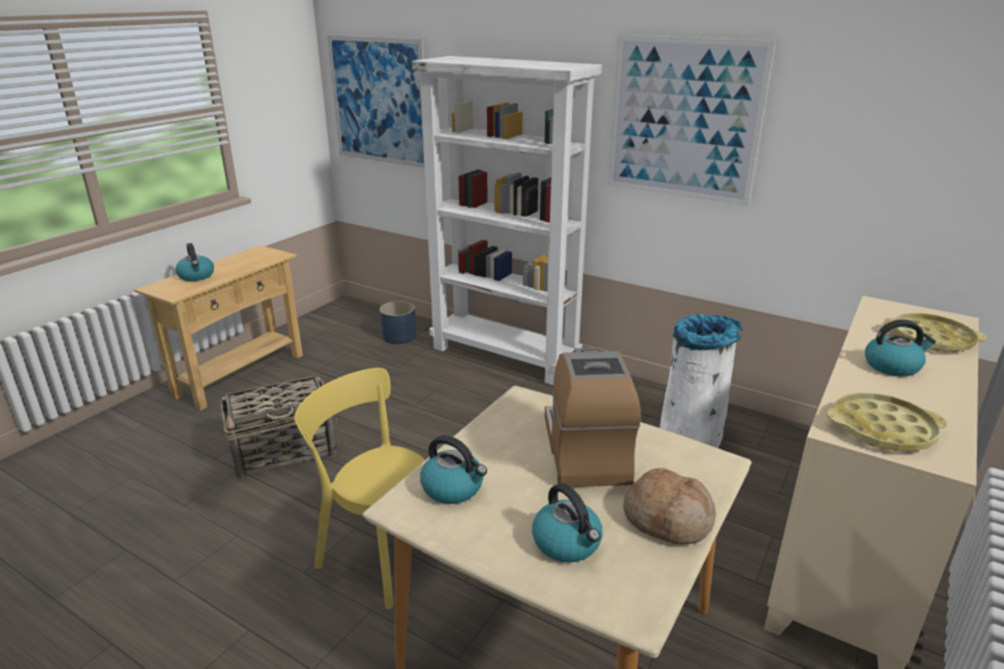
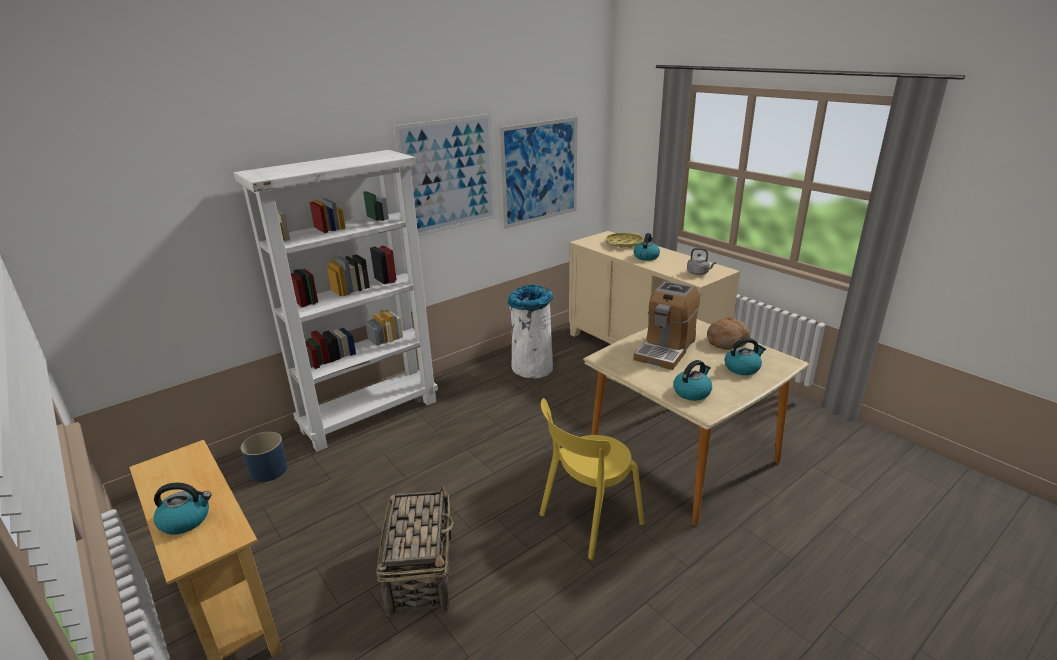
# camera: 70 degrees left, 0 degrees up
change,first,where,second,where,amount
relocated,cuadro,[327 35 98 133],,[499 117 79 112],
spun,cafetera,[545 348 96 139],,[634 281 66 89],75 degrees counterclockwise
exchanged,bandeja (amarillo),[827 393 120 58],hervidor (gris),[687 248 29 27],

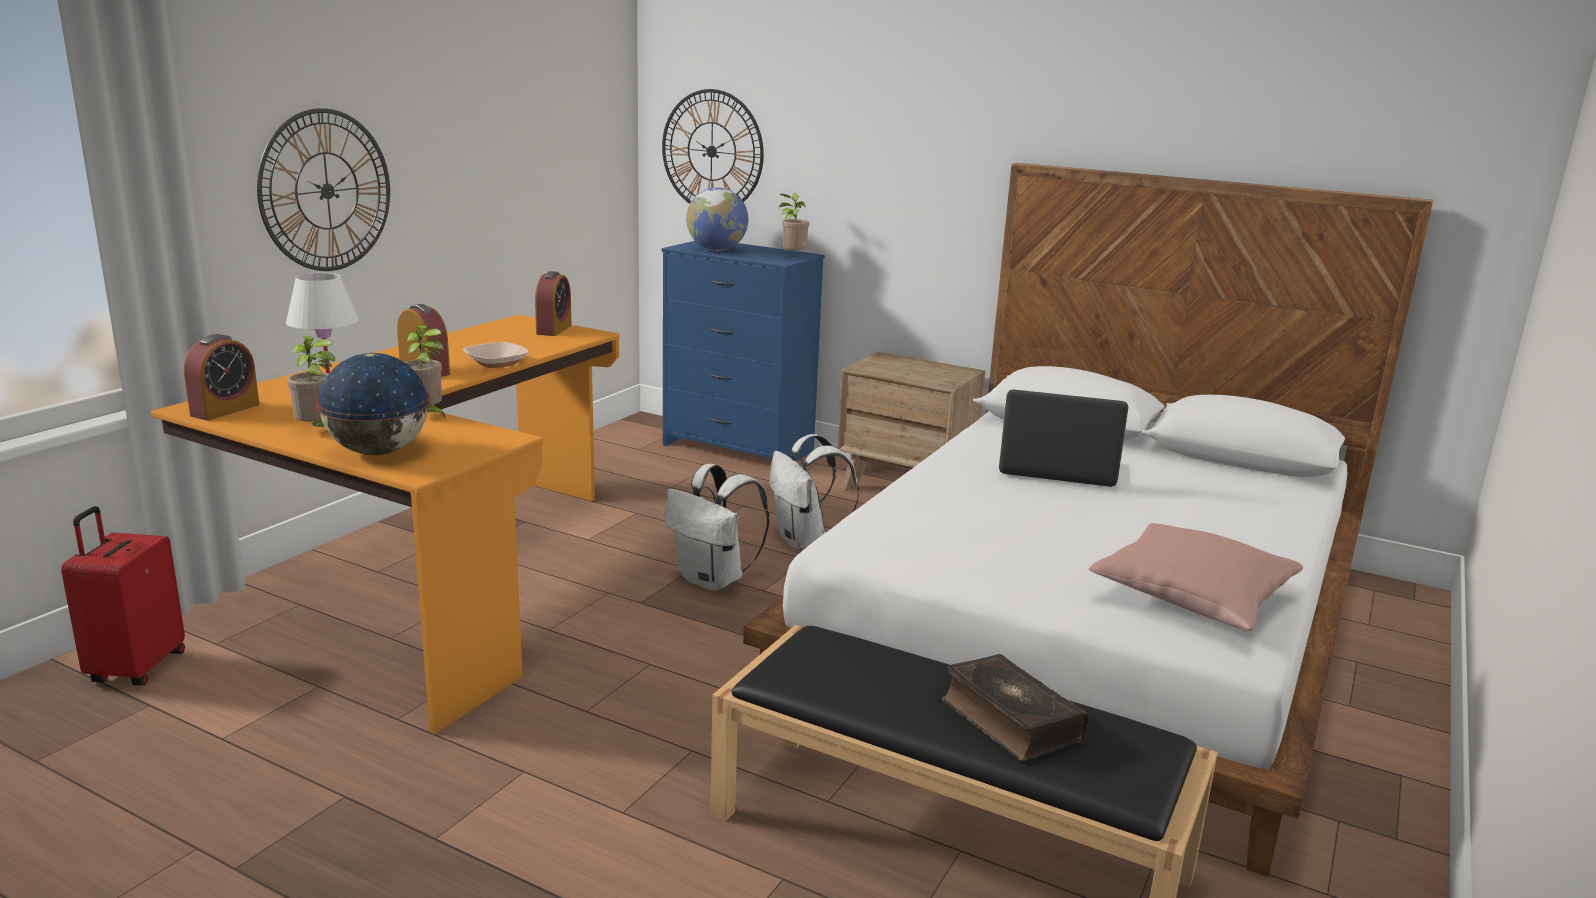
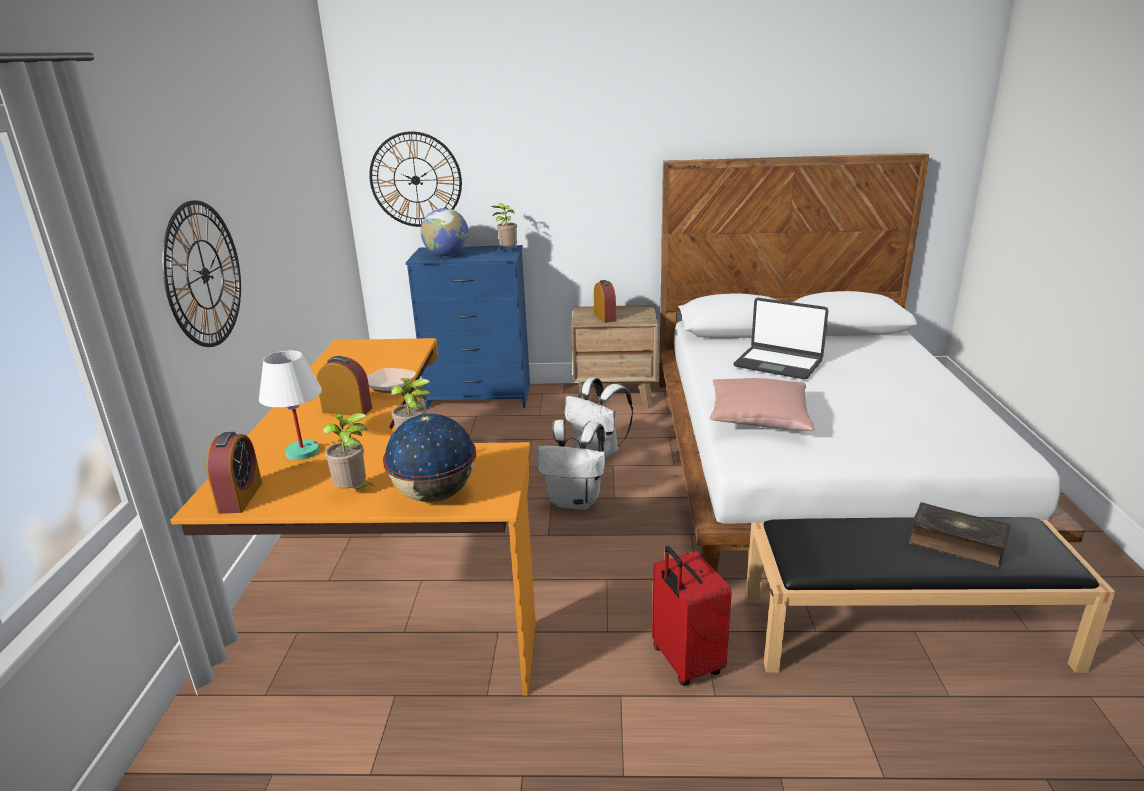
# camera: 25 degrees left, 5 degrees up
change,first,where,second,where,amount
relocated,despertador,[535 271 37 65],,[594 280 22 43],
relocated,maleta (rojo),[61 506 124 180],,[652 546 80 140],
relocated,cojín (rosa),[1089 523 214 108],,[709 378 105 53],
spun,portátil,[999 389 129 98],,[733 298 95 81],135 degrees counterclockwise

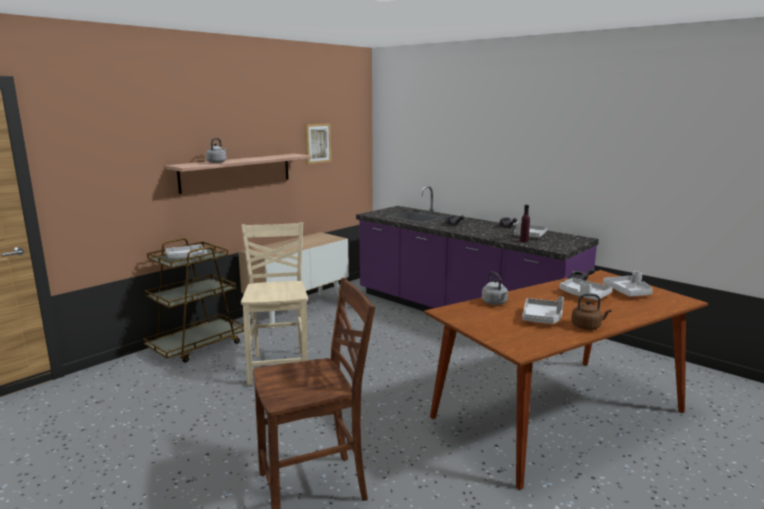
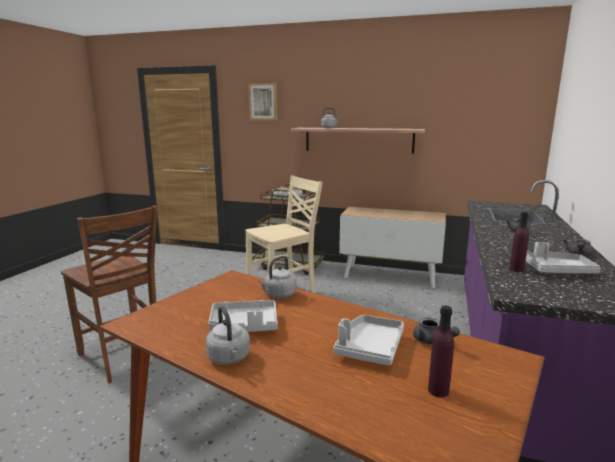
# camera: 65 degrees right, 0 degrees up
change,first,where,second,where,amount
colour,hervidor (marrón),[571 294 41 36],hervidor (gris),[205 306 45 59],
relocated,cuadro,[305 123 26 41],,[248 83 29 37],
exchanged,bandeja (gris),[603 271 50 26],botella (morado),[428 305 26 92],

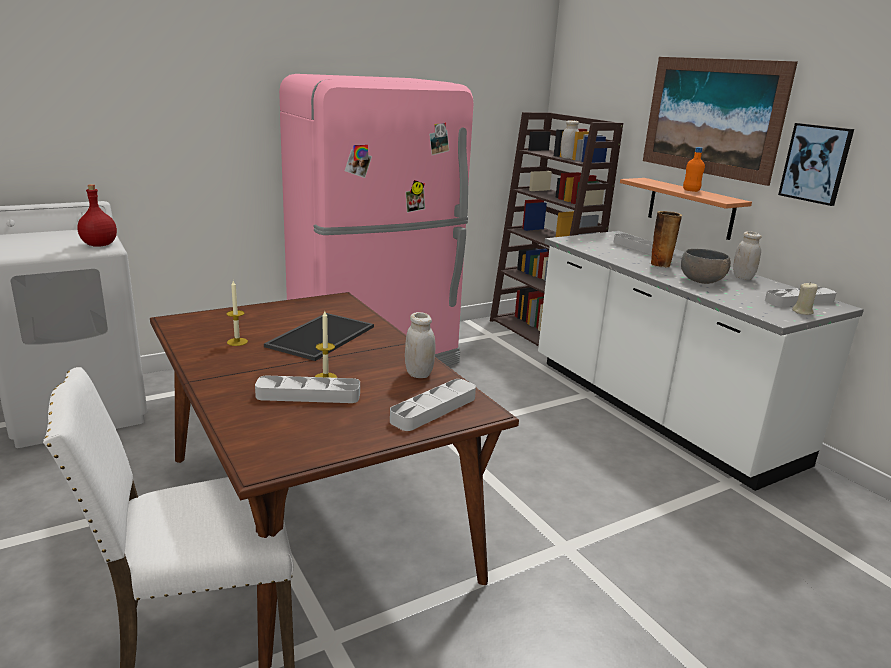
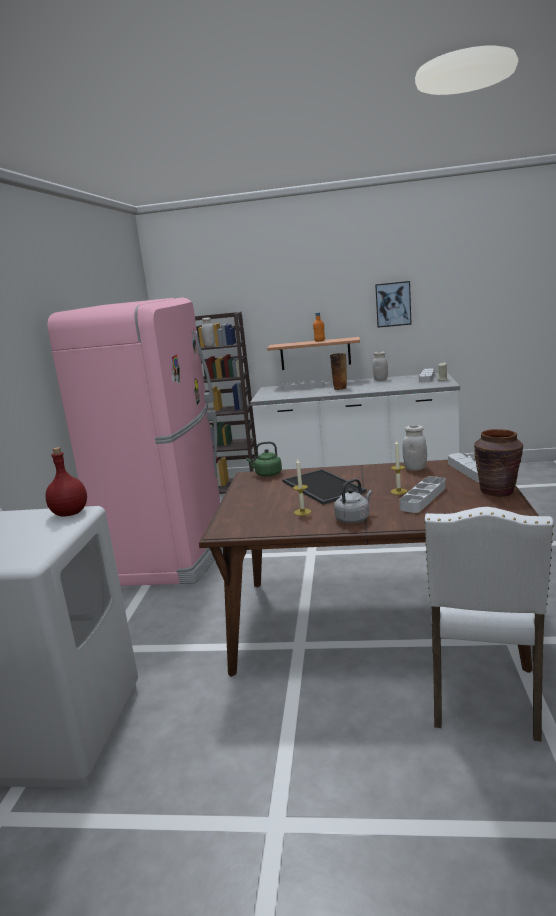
# camera: 50 degrees left, 5 degrees down
change,first,where,second,where,amount
appeared,,,hervidor (verde),[246 442 36 35],
appeared,,,hervidor (gris),[334 479 38 45],
appeared,,,florero (marrón),[474 429 49 67],
missing,cuadro,[643 57 155 129],,,
missing,cuenco (gris),[681 249 50 35],,,

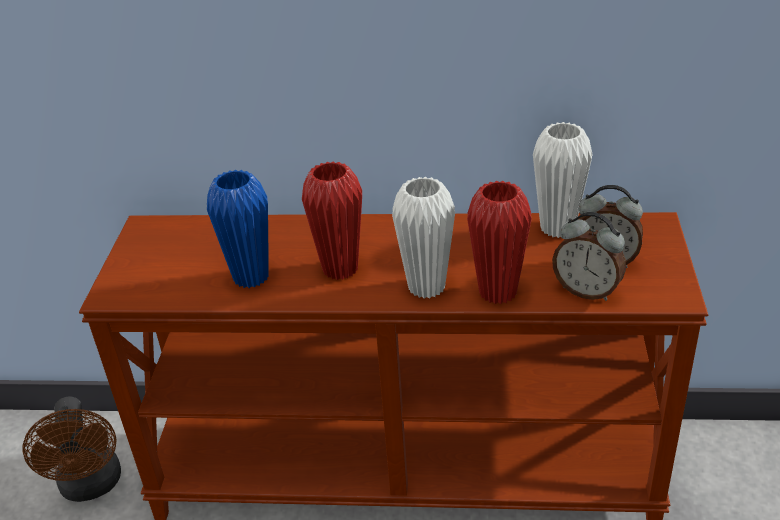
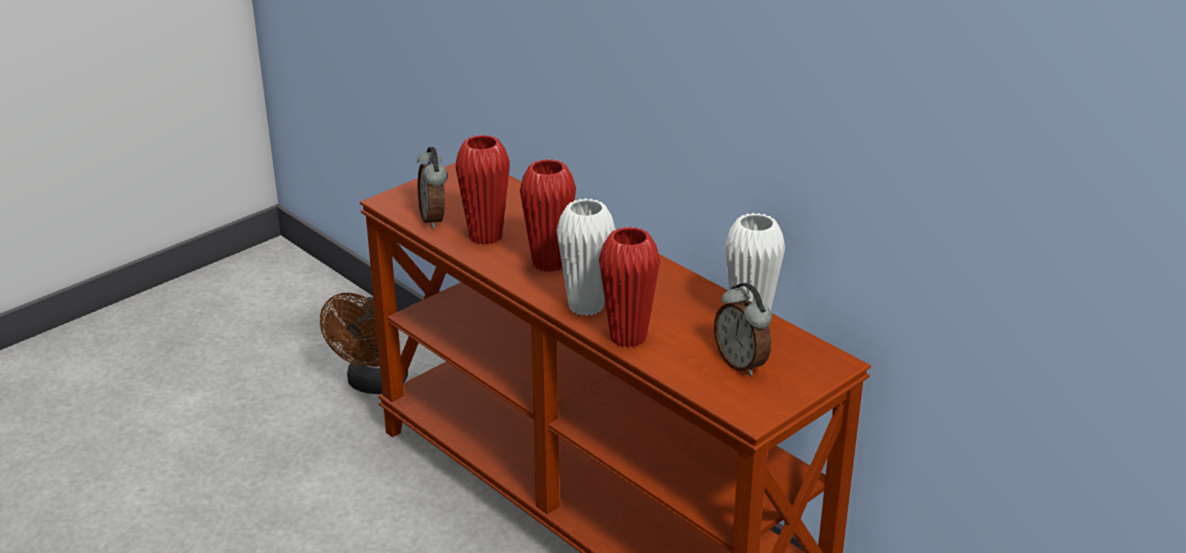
# camera: 40 degrees right, 5 degrees down
change,first,where,second,where,amount
relocated,despertador,[552 212 74 89],,[417 147 31 81],
colour,florero (azul),[207 170 62 118],florero (rojo),[455 135 55 110],

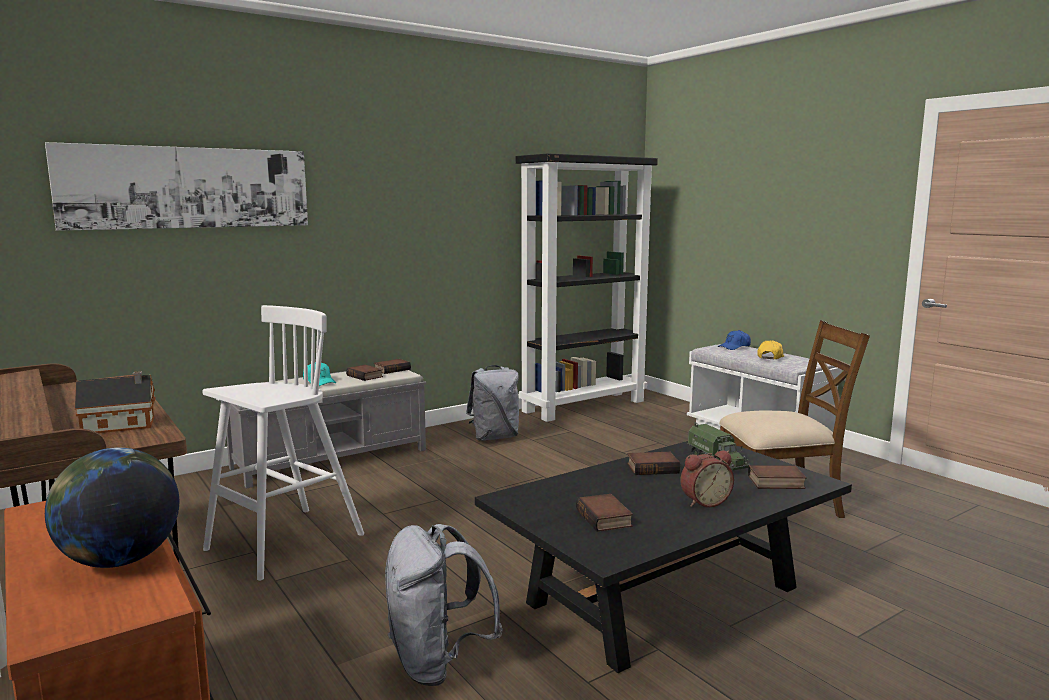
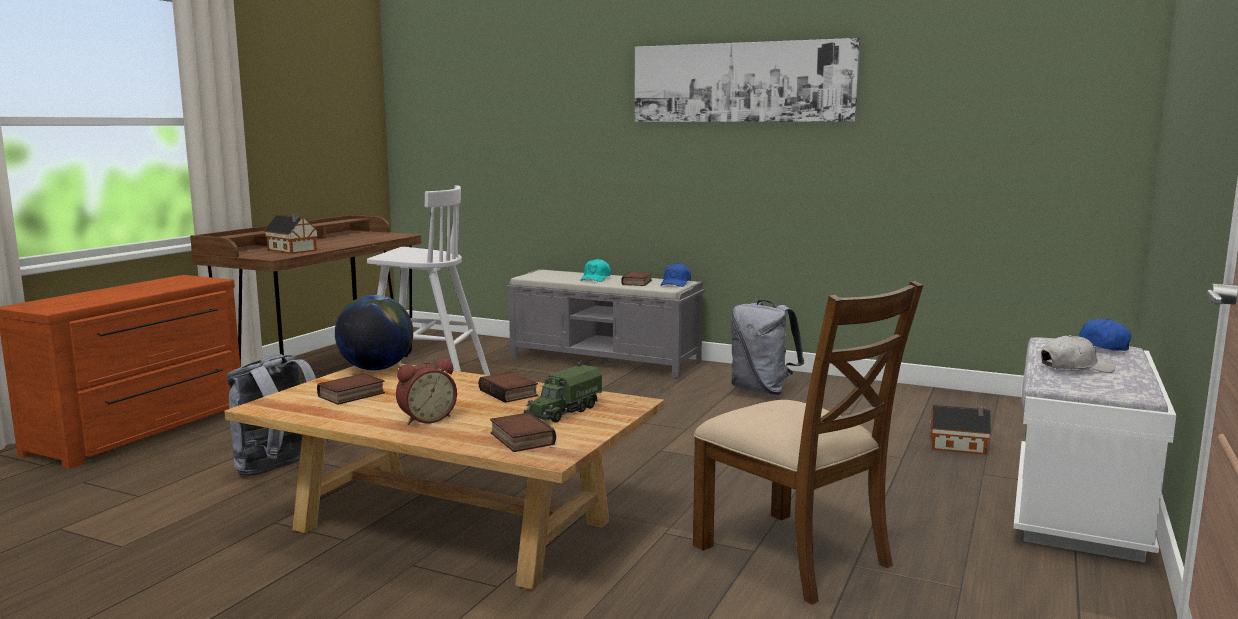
# camera: 60 degrees right, 0 degrees up
change,first,where,second,where,amount
colour,mesa de centro (negro),[475 441 377 232],mesa de centro (beis),[225 363 439 227],
relocated,globo terráqueo,[45 447 134 121],,[335 295 78 75],
spun,despertador,[680 451 54 56],,[396 358 61 67],75 degrees counterclockwise
relocated,cuadro,[45 142 263 89],,[635 38 225 84],
exchanged,libro,[374 359 37 15],gorra (azul),[661 263 30 24],
appeared,,,casita,[930 405 61 50],
colour,gorra (amarillo),[757 340 27 19],gorra (blanco),[1041 335 74 38],
missing,estantería (negro),[516 153 142 269],,,

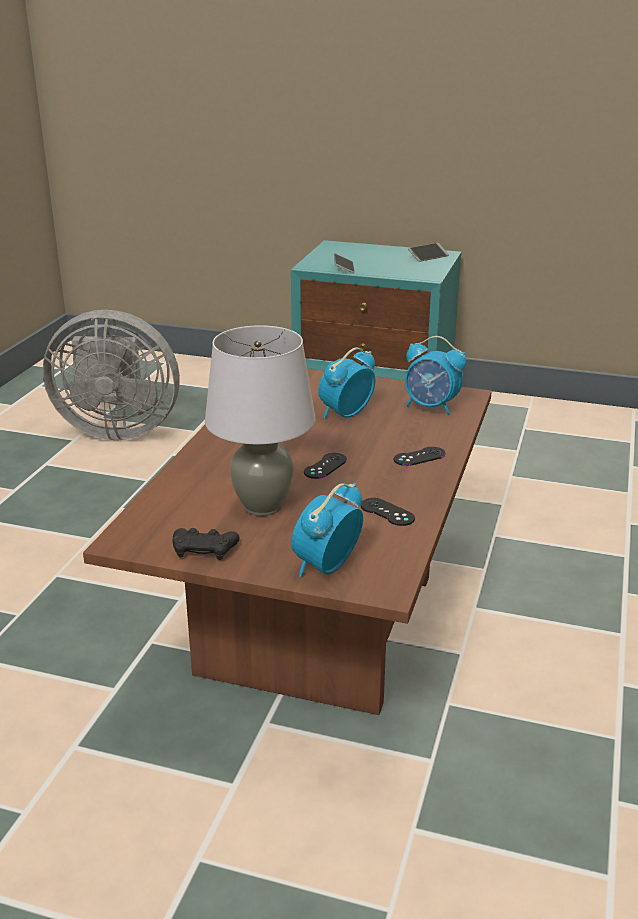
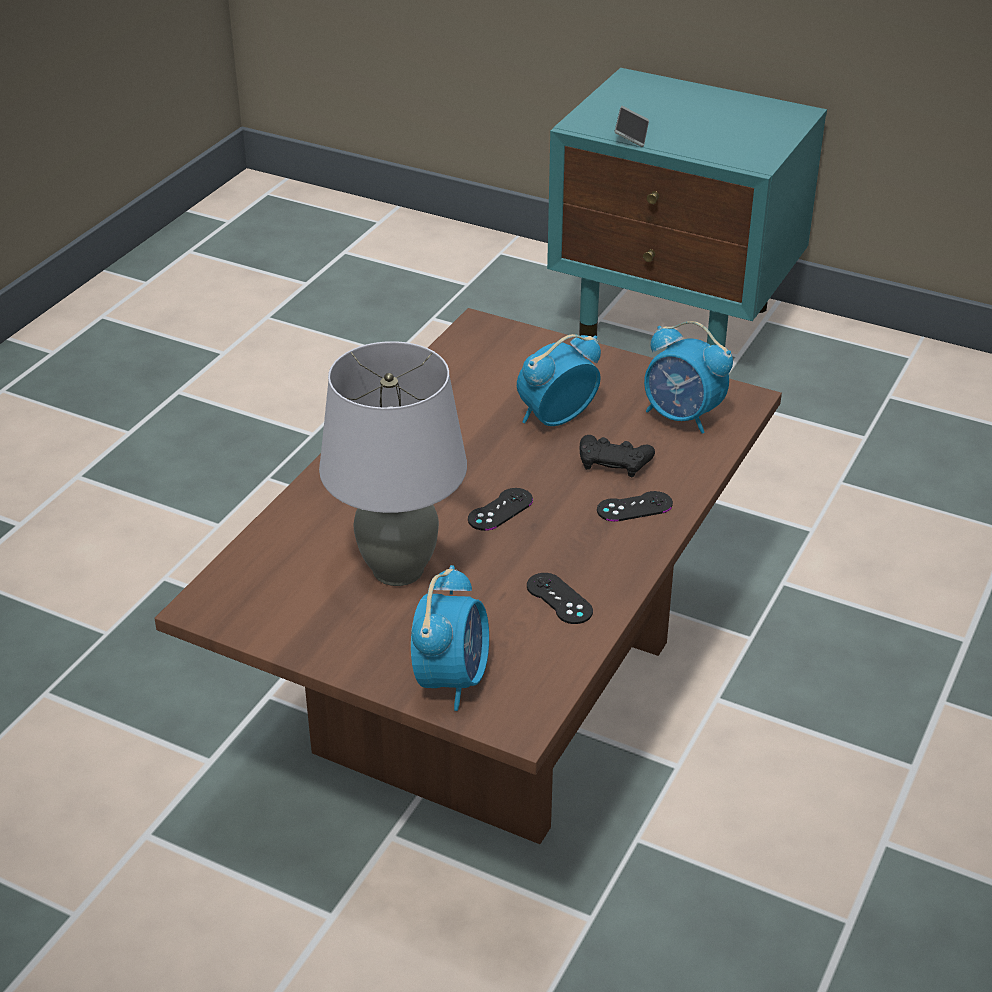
# camera: 10 degrees right, 10 degrees up
change,first,where,second,where,amount
spun,despertador,[291 483 72 94],,[411 565 78 146],150 degrees clockwise
relocated,mando de consola (negro),[173 528 66 32],,[580 435 75 43],
missing,ventilador (gris),[43 310 137 130],,,
missing,móvil,[408 243 41 19],,,

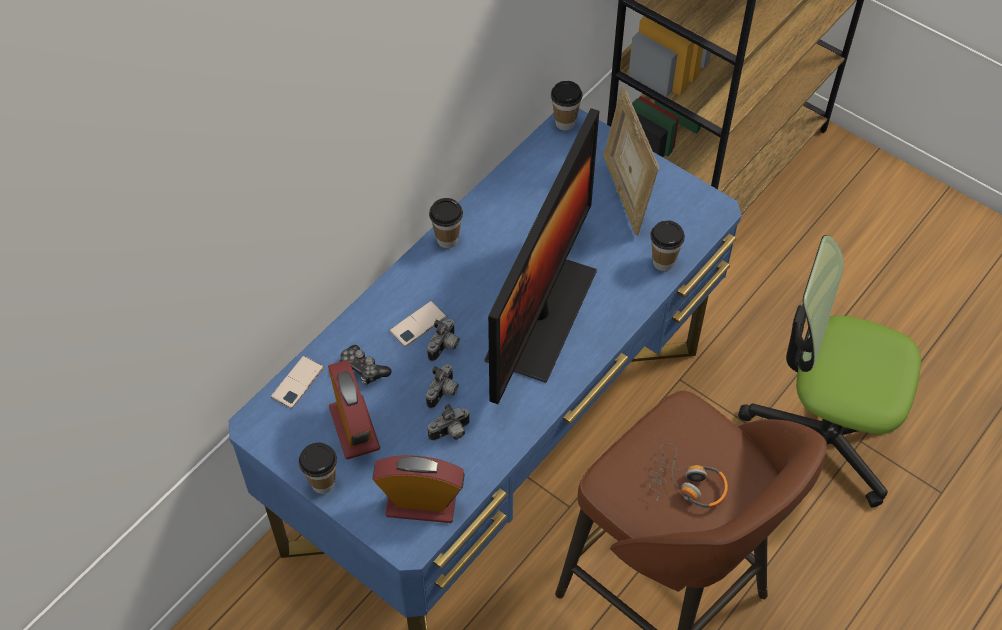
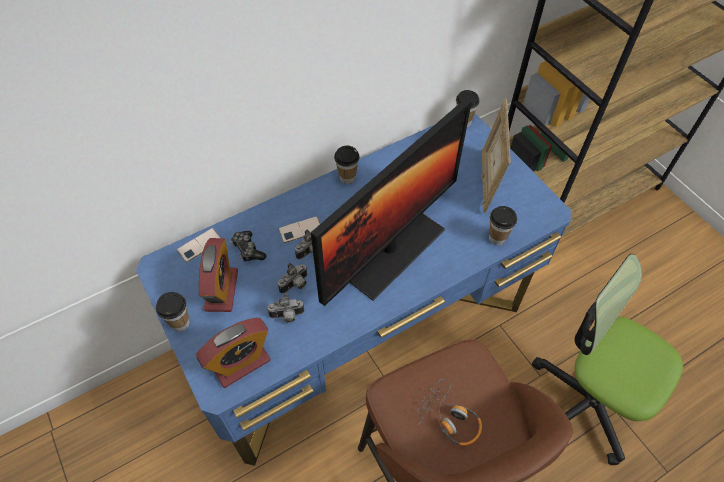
# camera: 20 degrees right, 0 degrees up
change,first,where,second,where,amount
spun,despertador,[372 455 93 68],,[196 318 75 70],120 degrees clockwise

